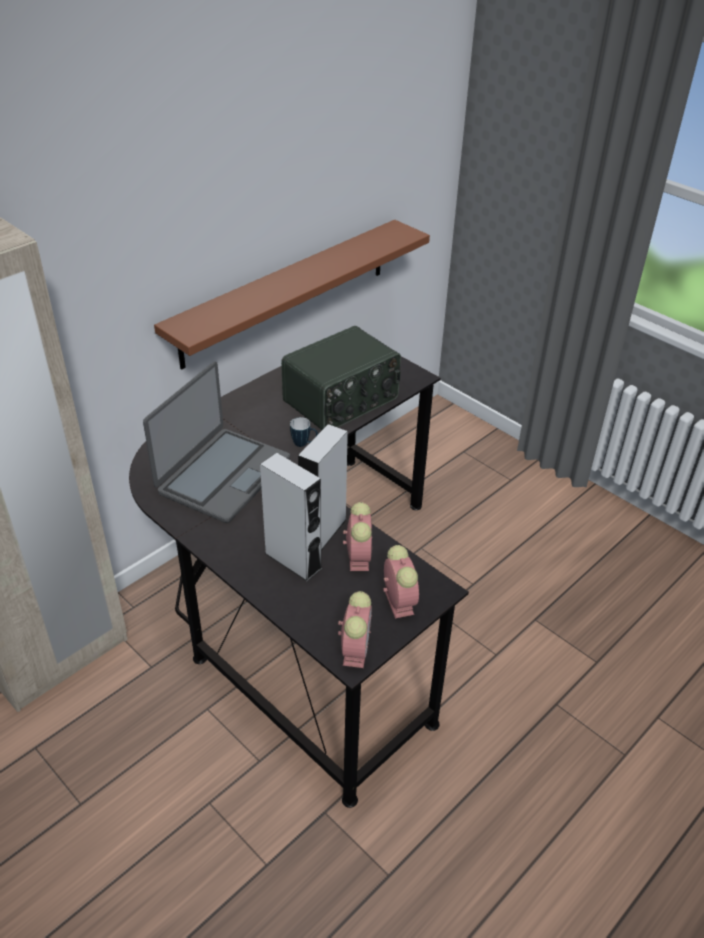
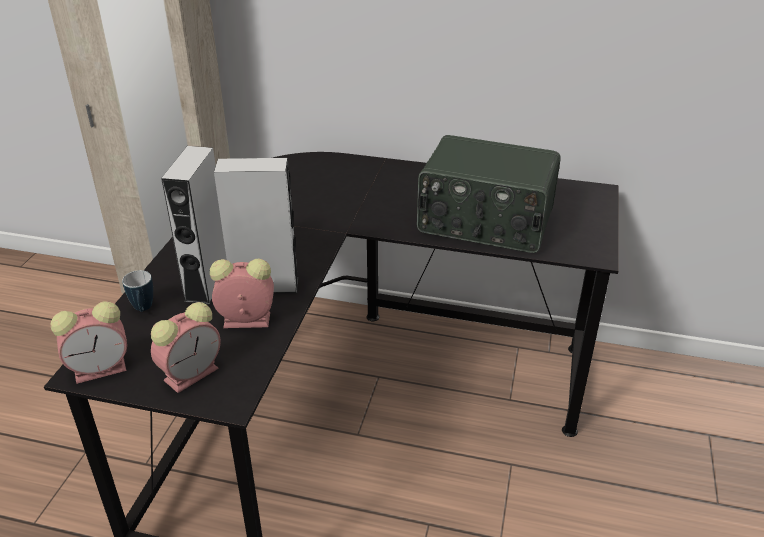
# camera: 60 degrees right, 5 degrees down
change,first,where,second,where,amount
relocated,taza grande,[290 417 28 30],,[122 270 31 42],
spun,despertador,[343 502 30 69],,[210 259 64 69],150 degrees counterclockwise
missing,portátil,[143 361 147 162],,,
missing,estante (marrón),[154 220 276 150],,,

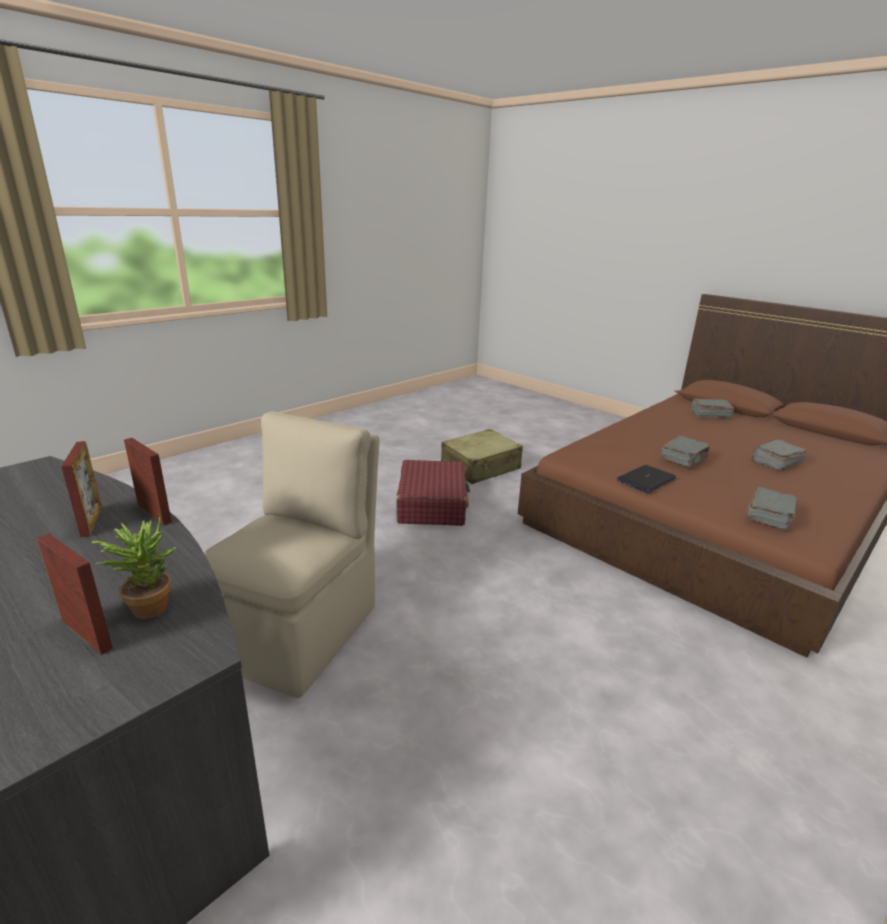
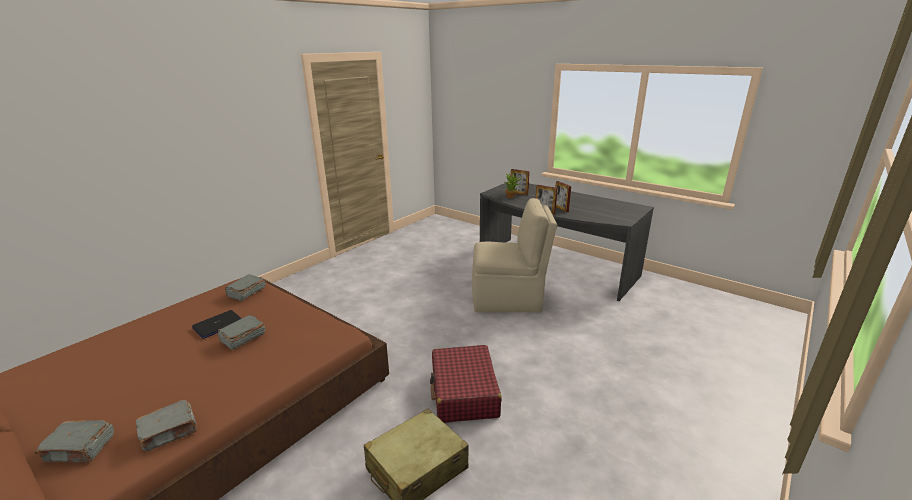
# camera: 175 degrees right, 0 degrees up
change,first,where,second,where,amount
relocated,libro (gris),[751 440 56 31],,[136 400 61 51],
relocated,portátil,[616 465 60 28],,[192 310 50 29],
spun,silla (beis),[204 411 175 287],,[472 198 85 114],105 degrees counterclockwise

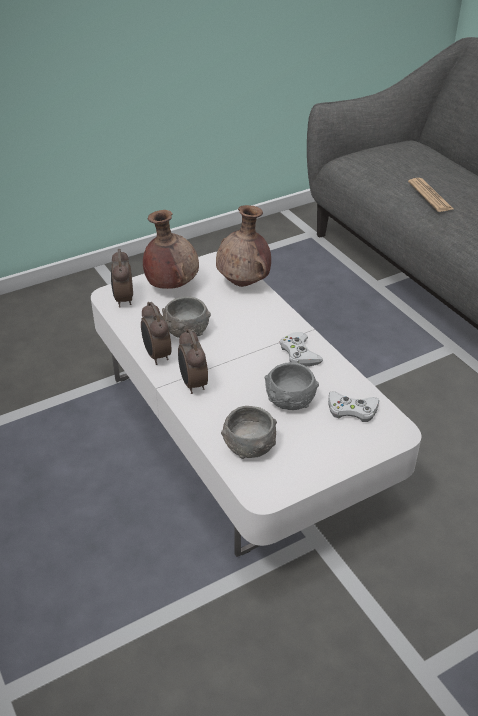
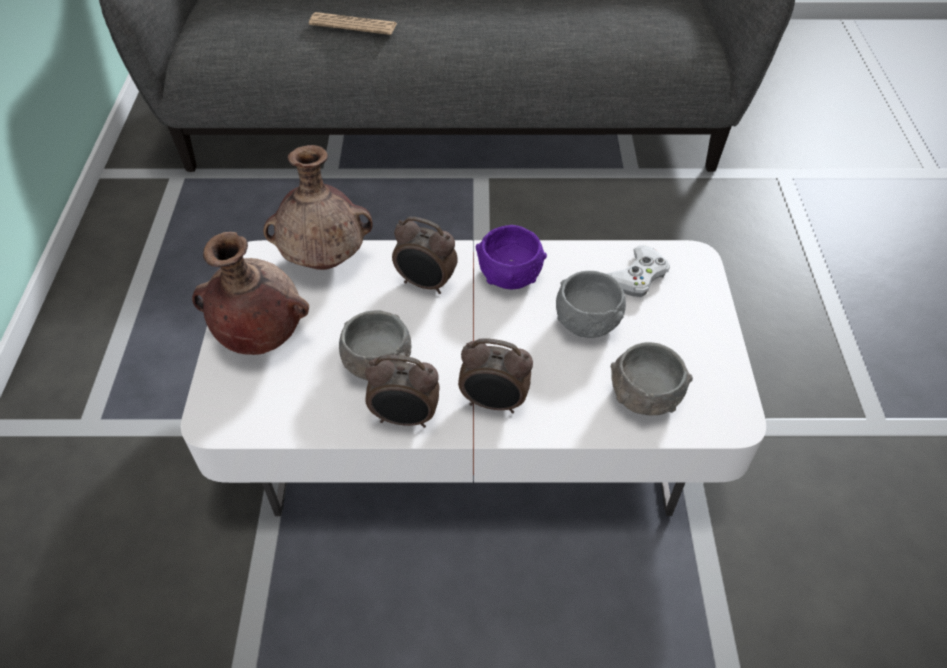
# camera: 60 degrees left, 10 degrees up
change,first,where,second,where,amount
relocated,despertador,[111 249 22 59],,[392 217 66 77],
exchanged,mando de consola (blanco),[280 332 43 35],cuenco (morado),[476 225 71 65],

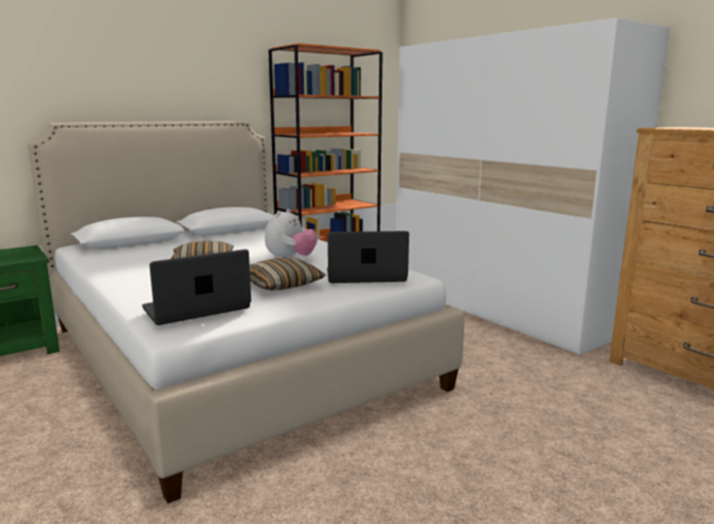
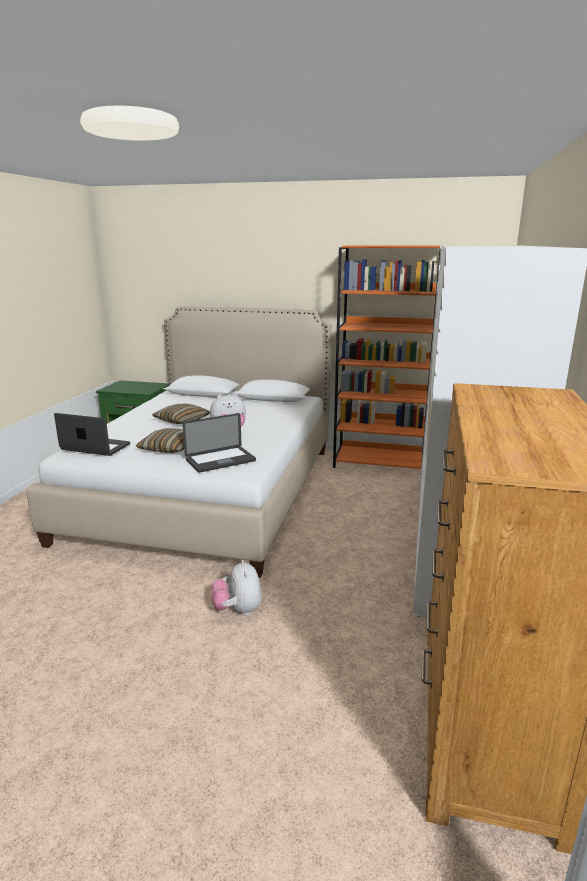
# camera: 50 degrees right, 5 degrees up
change,first,where,second,where,amount
spun,portátil,[327 231 82 52],,[183 413 73 60],105 degrees clockwise
appeared,,,peluche,[211 560 51 55],

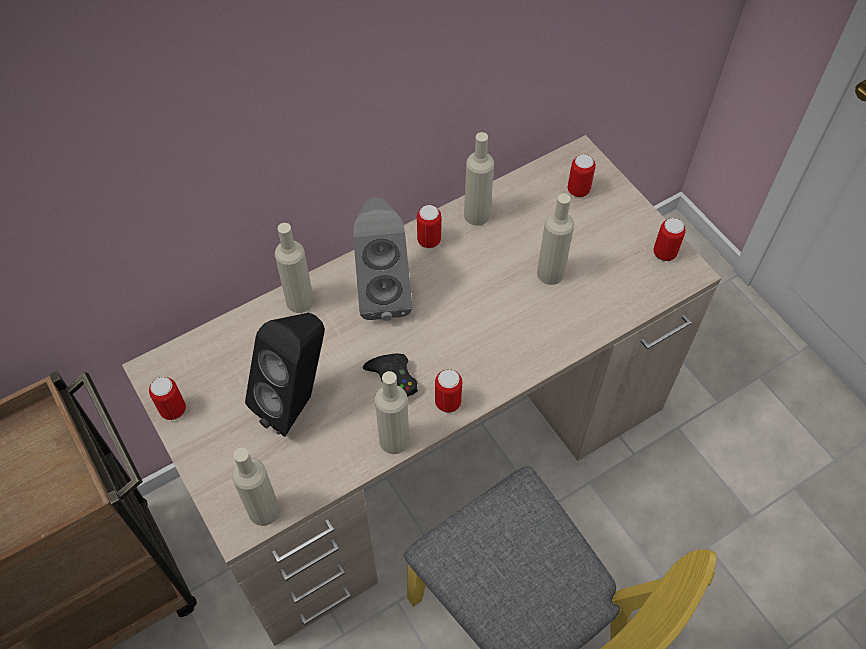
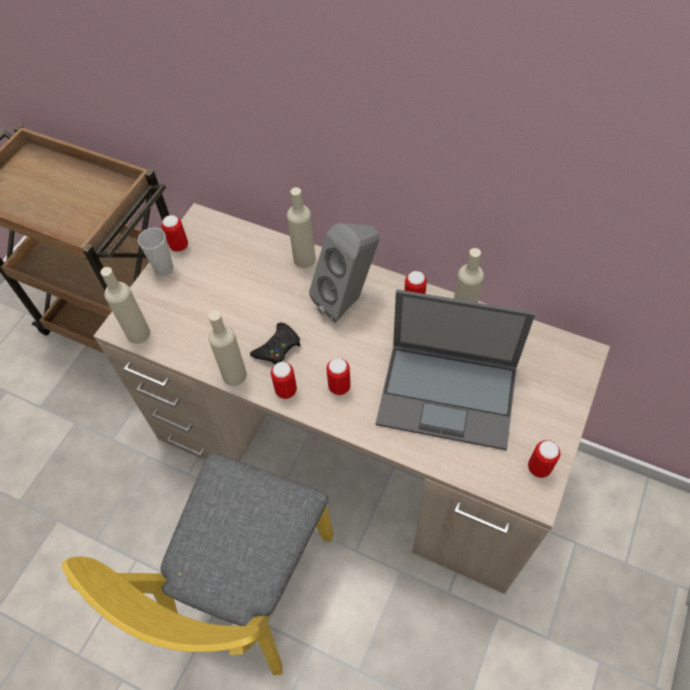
# camera: 60 degrees right, 0 degrees up
change,first,where,second,where,amount
appeared,,,taza,[138 227 35 49],
relocated,lata,[568 154 28 43],,[326 358 25 37],
exchanged,botella (beis),[537 193 37 92],portátil,[376 289 159 161],
missing,altavoz (negro),[245 313 80 124],,,

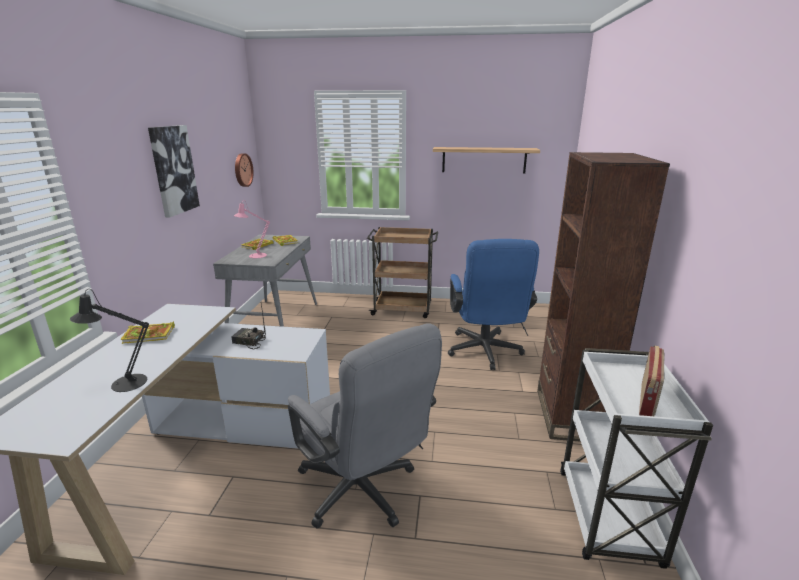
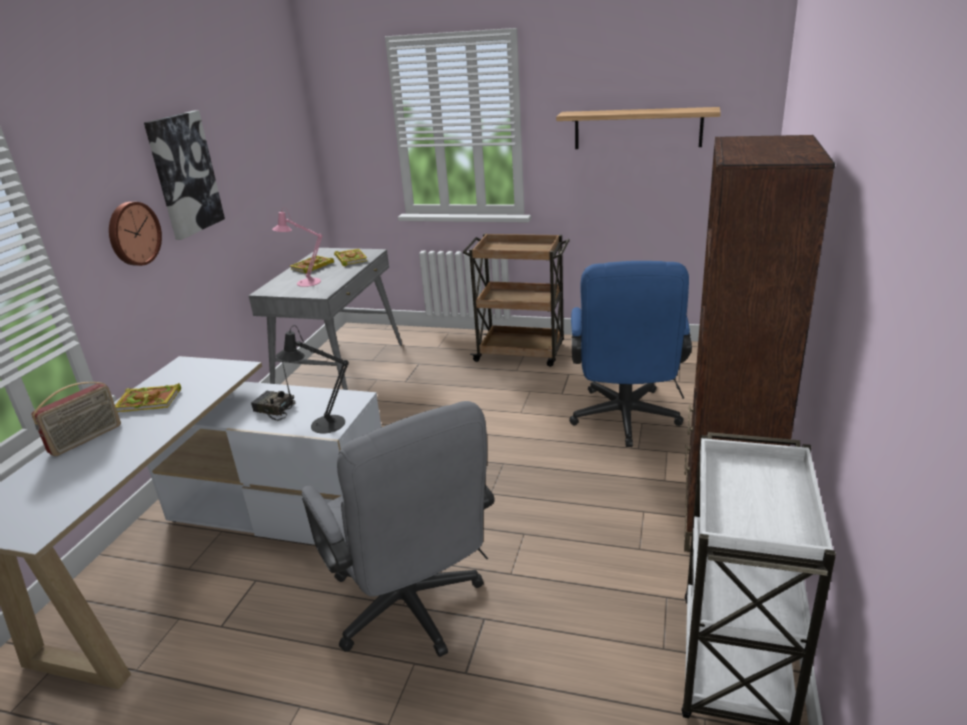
# camera: 10 degrees right, 5 degrees up
change,first,where,second,where,amount
relocated,radio,[639 345 25 71],,[32 382 89 74],
relocated,reloj de pared,[235 153 19 34],,[109 202 53 64],
relocated,lámpara de mesa (negro),[70 289 79 103],,[276 325 73 108],

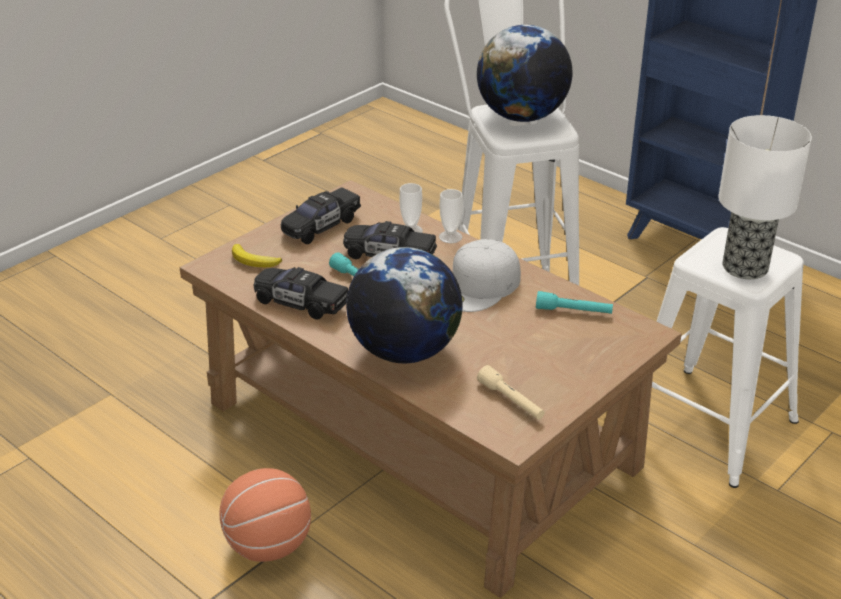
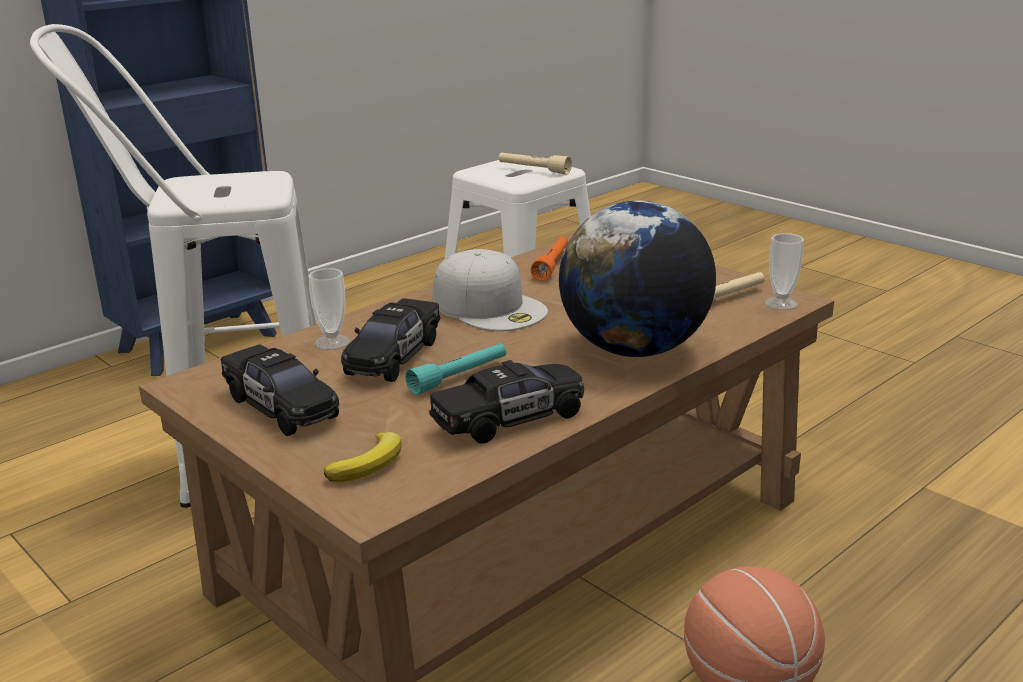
# camera: 85 degrees left, 10 degrees down
change,first,where,second,where,amount
spun,coche de juguete (negro),[254 267 94 53],,[429 360 155 84],150 degrees counterclockwise
exchanged,lámpara de mesa,[718 115 94 164],linterna (beis),[499 153 73 22],
colour,linterna (turquesa),[536 291 77 23],linterna (naranja),[531 236 37 45],
relocated,taza,[439 189 24 54],,[765 233 39 77],
missing,globo terráqueo,[477 25 95 97],,,

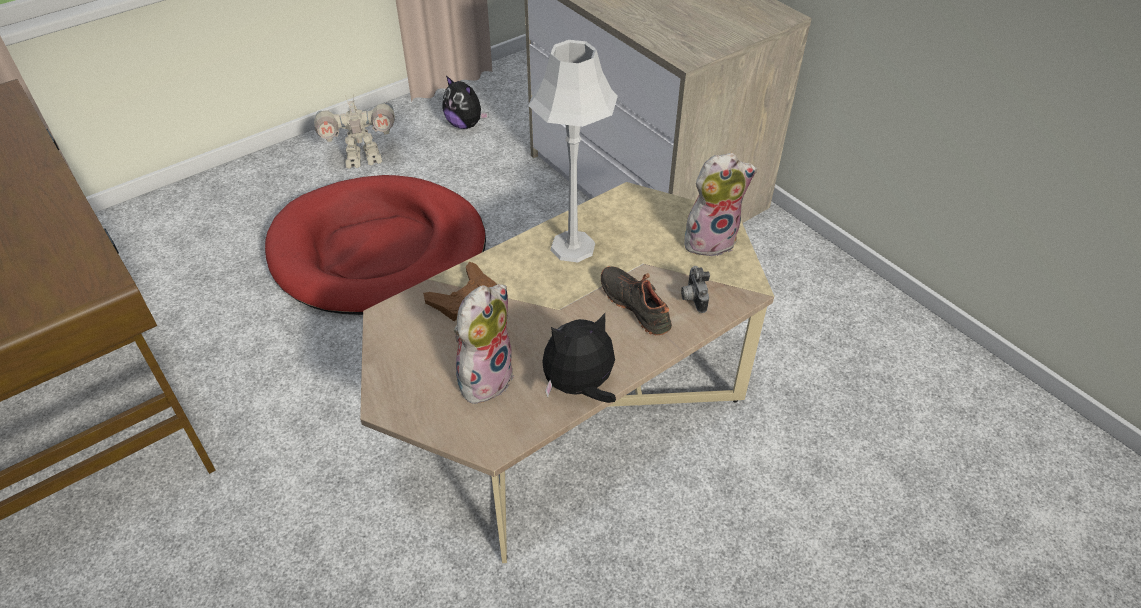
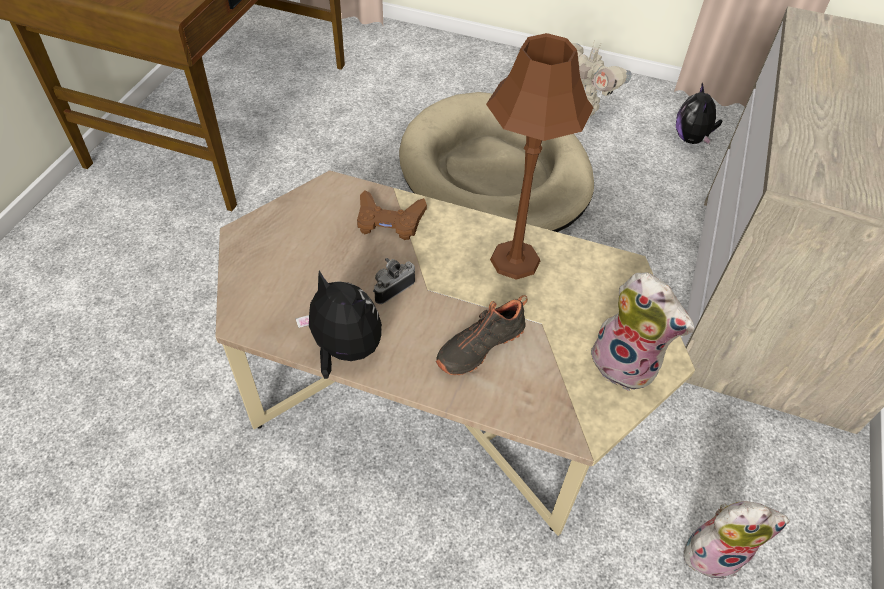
# camera: 55 degrees right, 5 degrees up
change,first,where,second,where,amount
relocated,cámara,[681 266 29 47],,[373 258 42 46],
colour,cama para perro (rojo),[265 175 221 140],cama para perro (beis),[399 92 195 140],
spun,zapato (negro),[601 266 71 69],,[436 295 91 80],150 degrees counterclockwise
colour,lámpara de mesa (gris),[528 40 90 223],lámpara de mesa (marrón),[486 33 108 247],
relocated,peluche,[454 284 60 121],,[683 501 107 79],

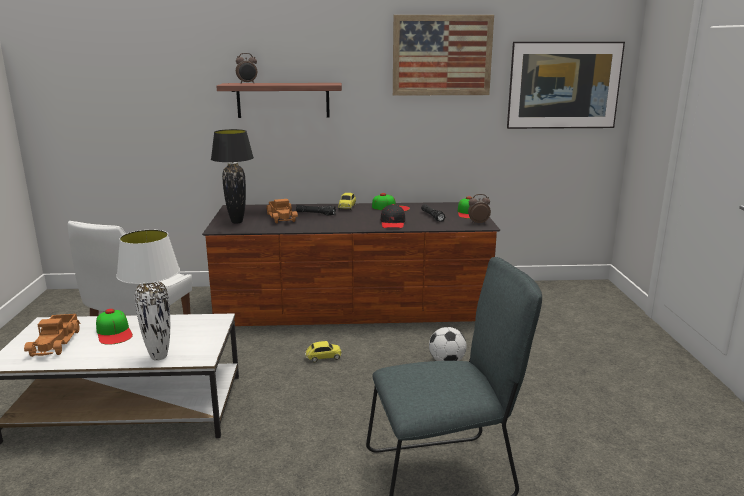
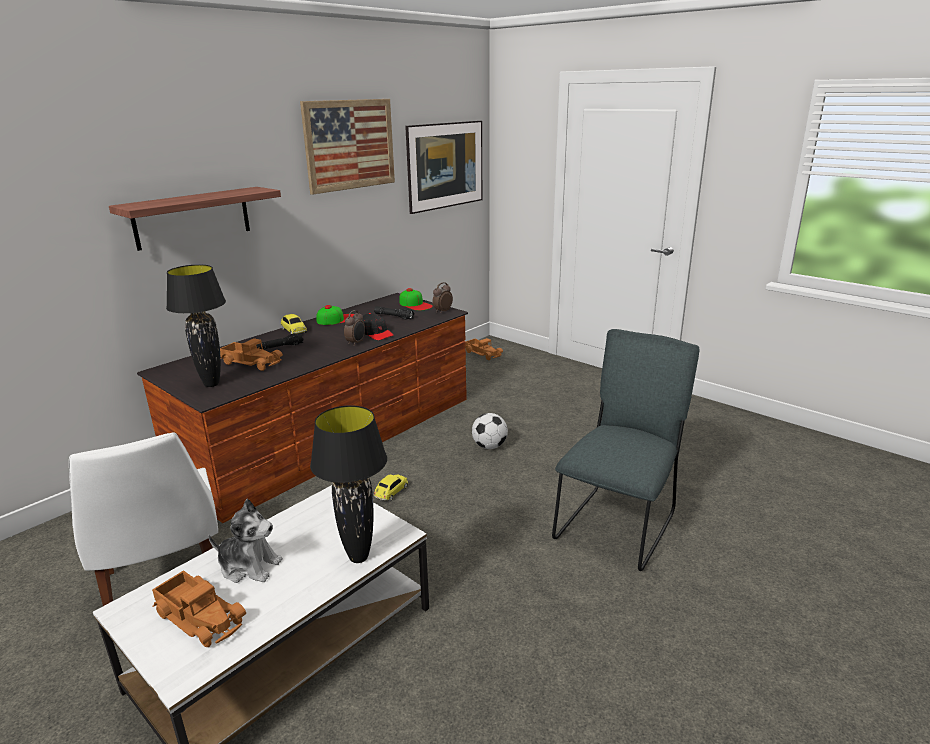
# camera: 45 degrees left, 5 degrees up
change,first,where,second,where,amount
exchanged,gorra,[96 309 37 36],peluche,[208 499 75 84],
colour,lámpara de mesa (blanco),[116 230 64 131],lámpara de mesa (negro),[310 405 77 158],
relocated,despertador,[236 53 21 31],,[344 310 21 36],
appeared,,,camión de juguete,[465 338 38 22],

